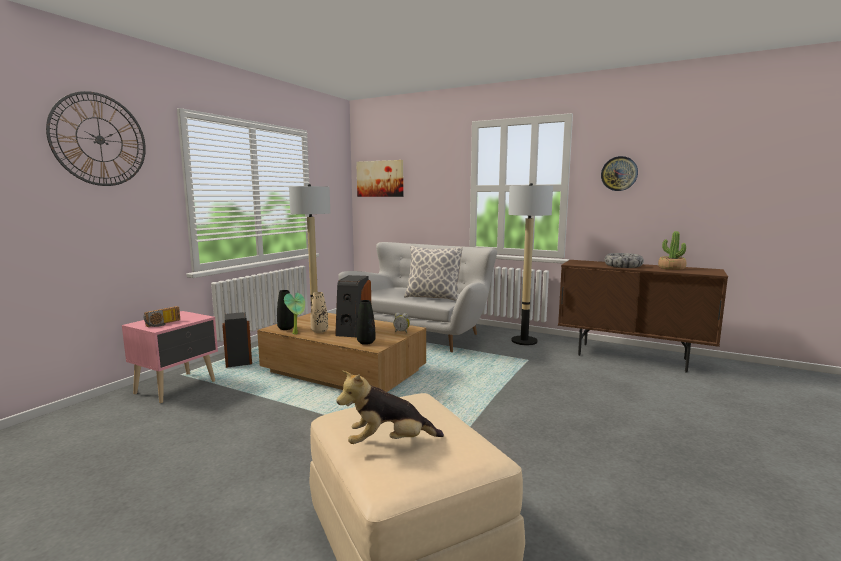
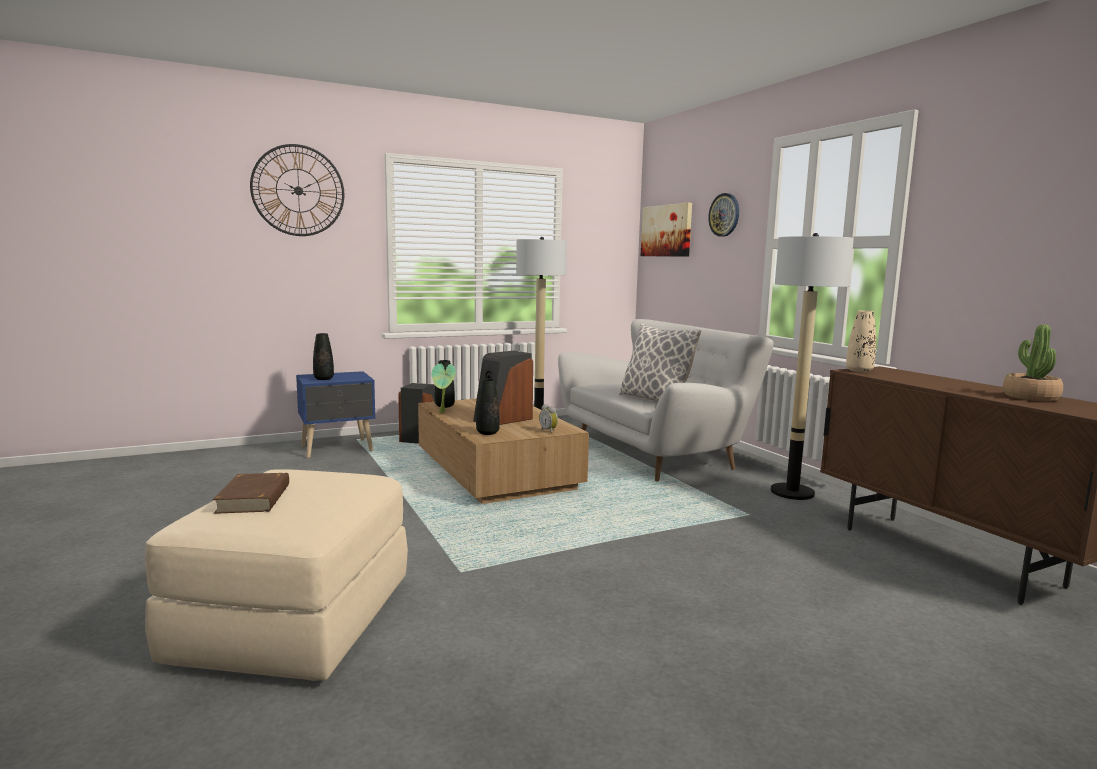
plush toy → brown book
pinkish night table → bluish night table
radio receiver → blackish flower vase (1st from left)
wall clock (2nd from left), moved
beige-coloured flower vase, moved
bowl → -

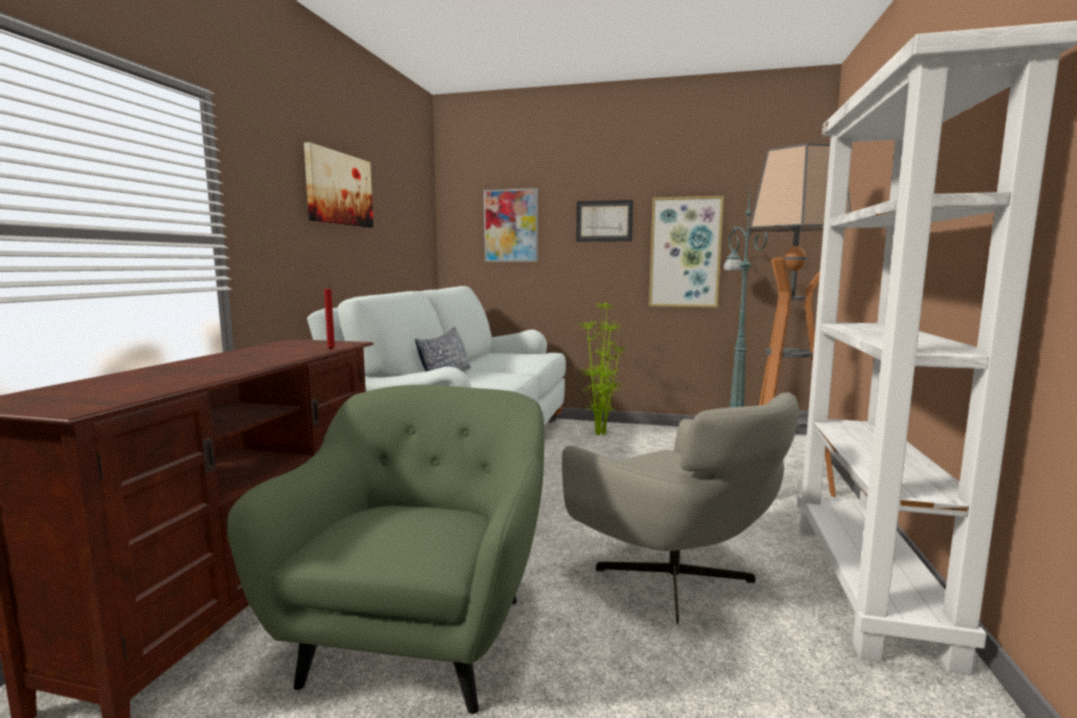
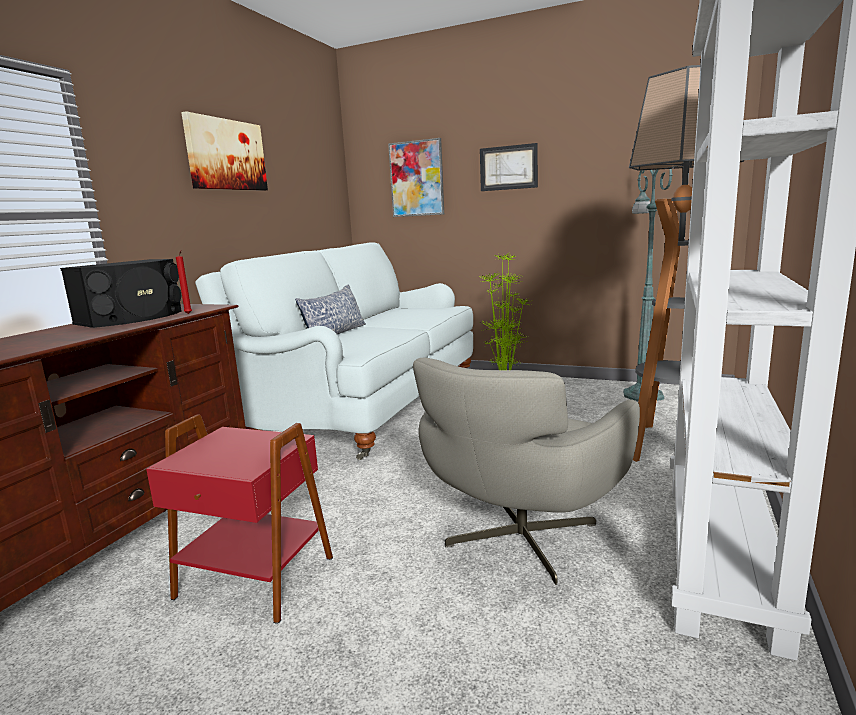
- → blackish loudspeaker
greenish lounge chair → reddish side table
greyish lounge chair, 60 degrees clockwise
wall picture (4th from left) → -

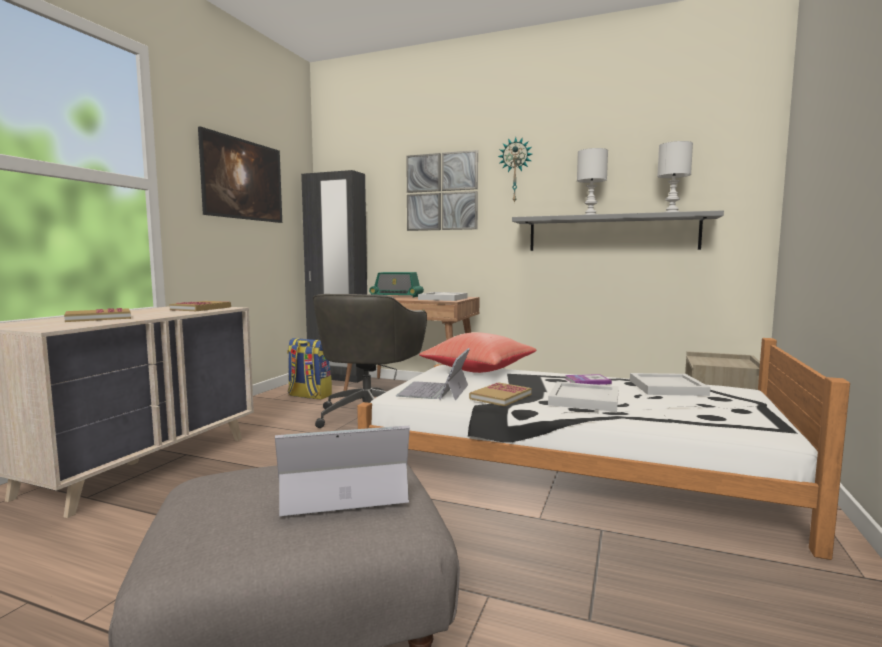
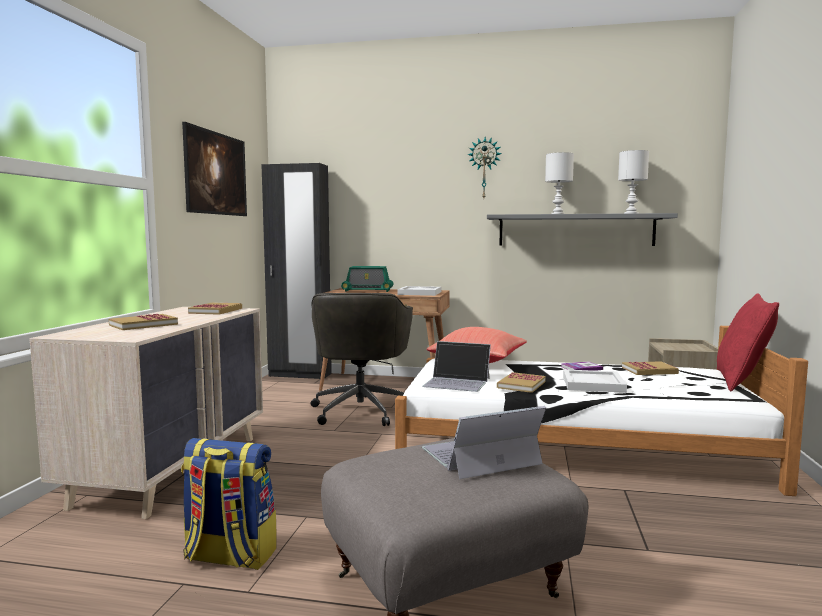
rucksack, moved
laptop (2nd from left in the first image) → laptop (1st from left), 75 degrees counterclockwise
white carrying tray (3rd from left) → book (5th from left)
- → reddish pillow (2nd from left)
wall picture (2nd from left) → -

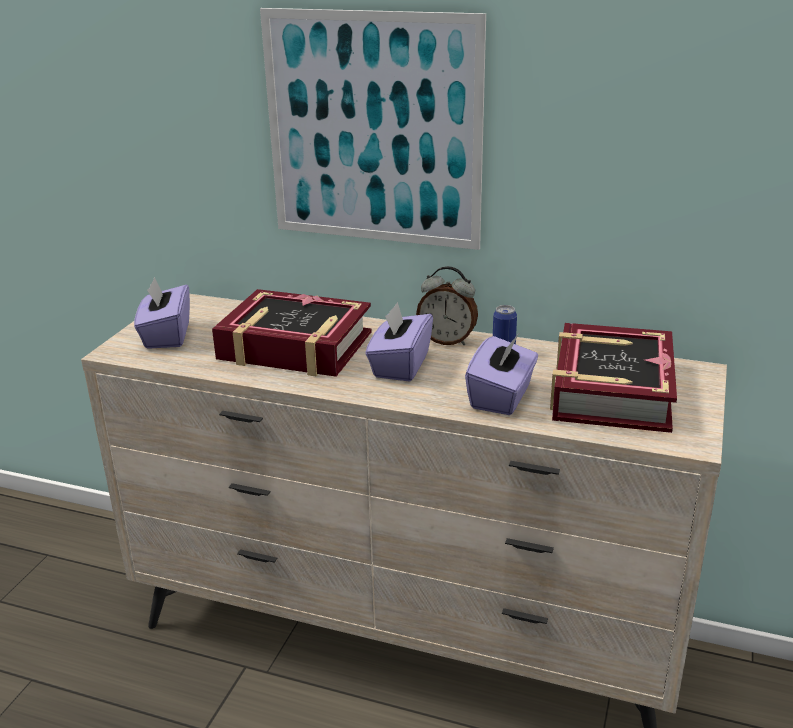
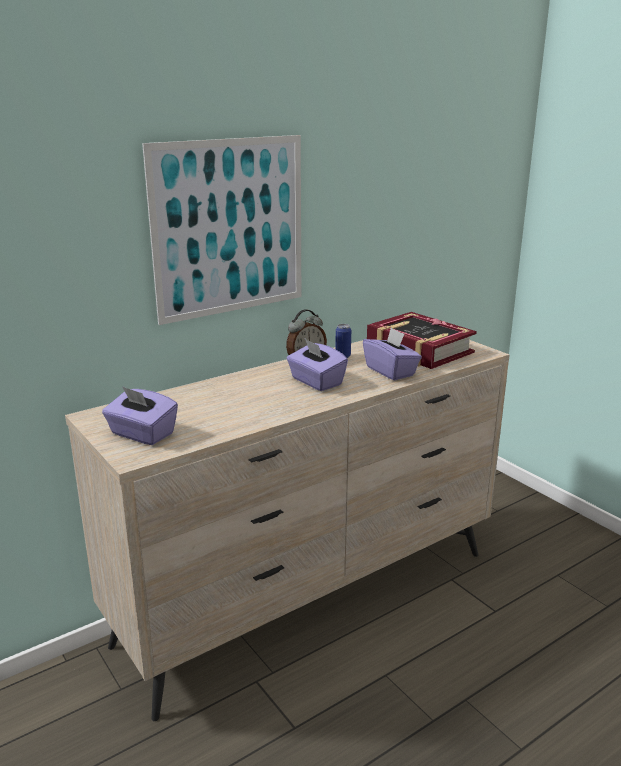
book (1st from left) → -

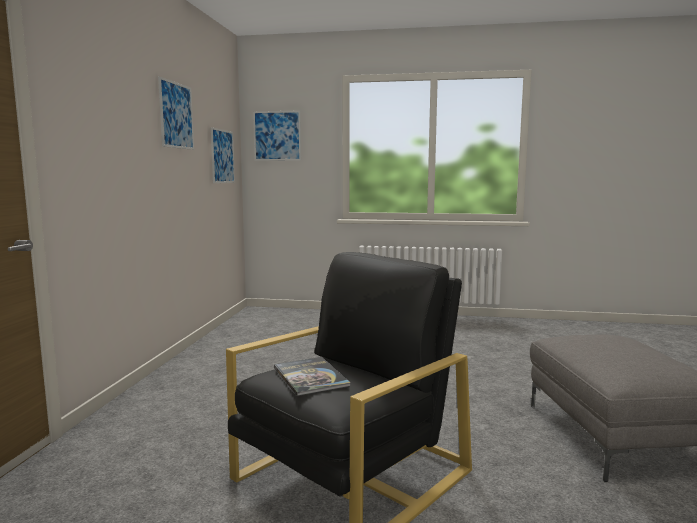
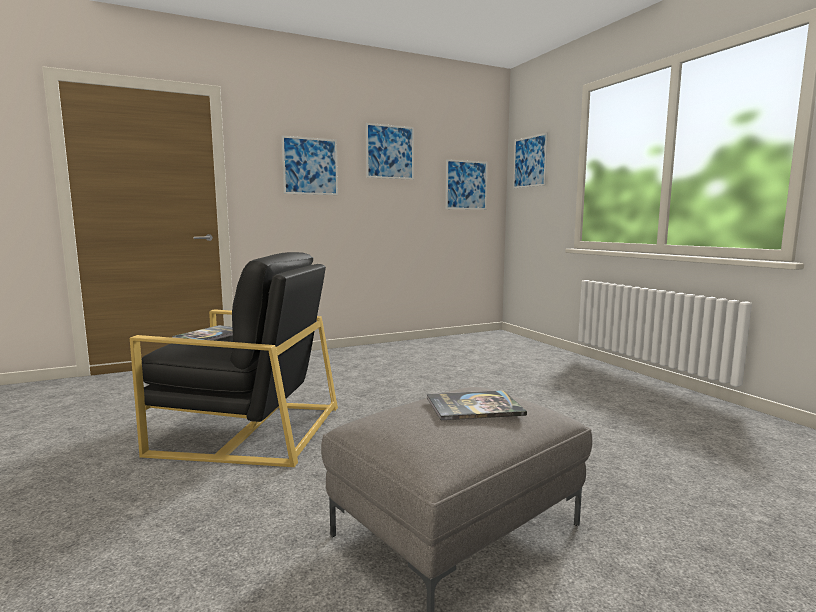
- → wall picture (1st from left)
- → book (2nd from left)

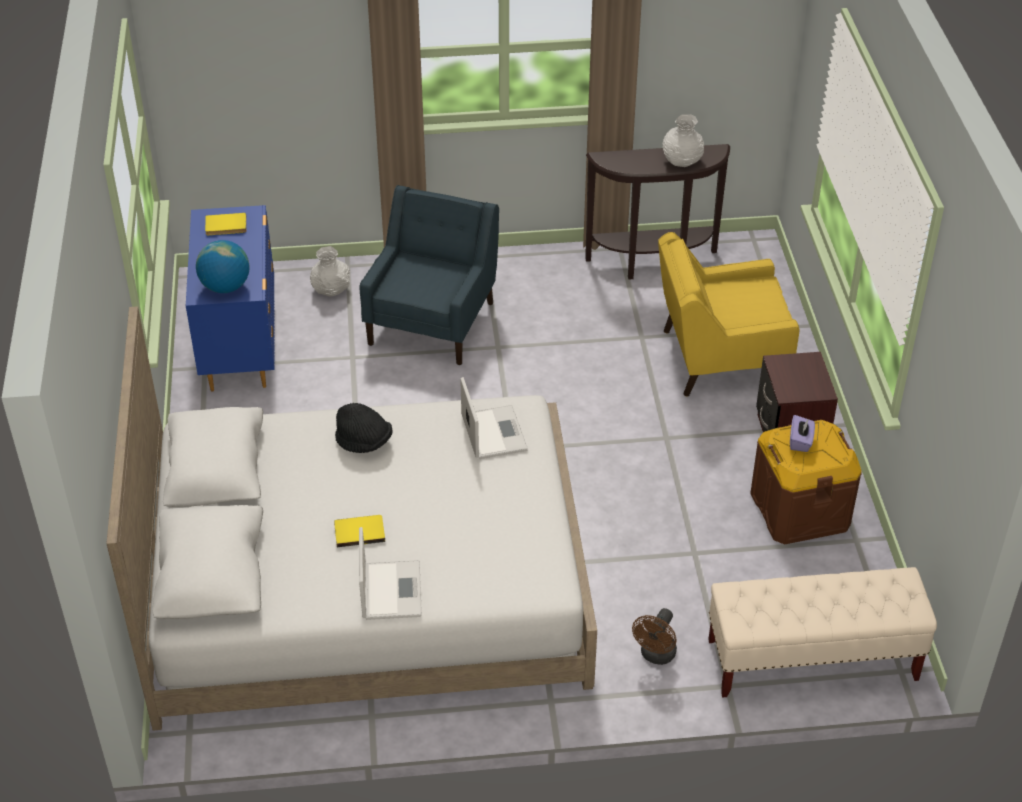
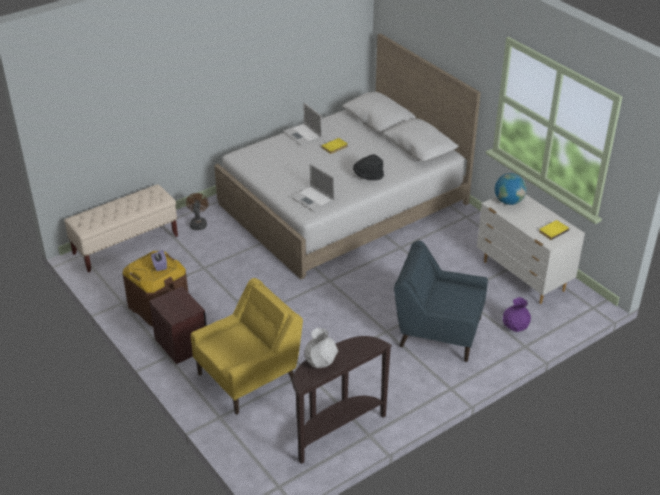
bluish lounge chair, 120 degrees clockwise
bluish chest of drawers → white chest of drawers
white flower vase (1st from left) → purplish flower vase

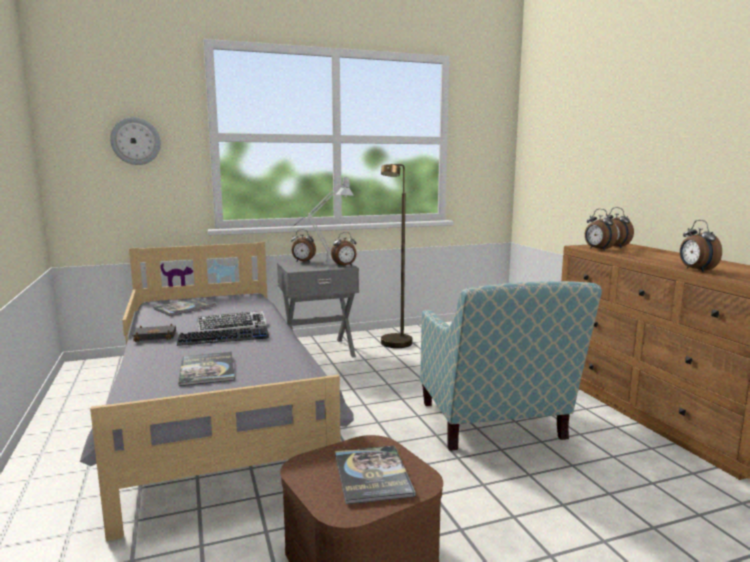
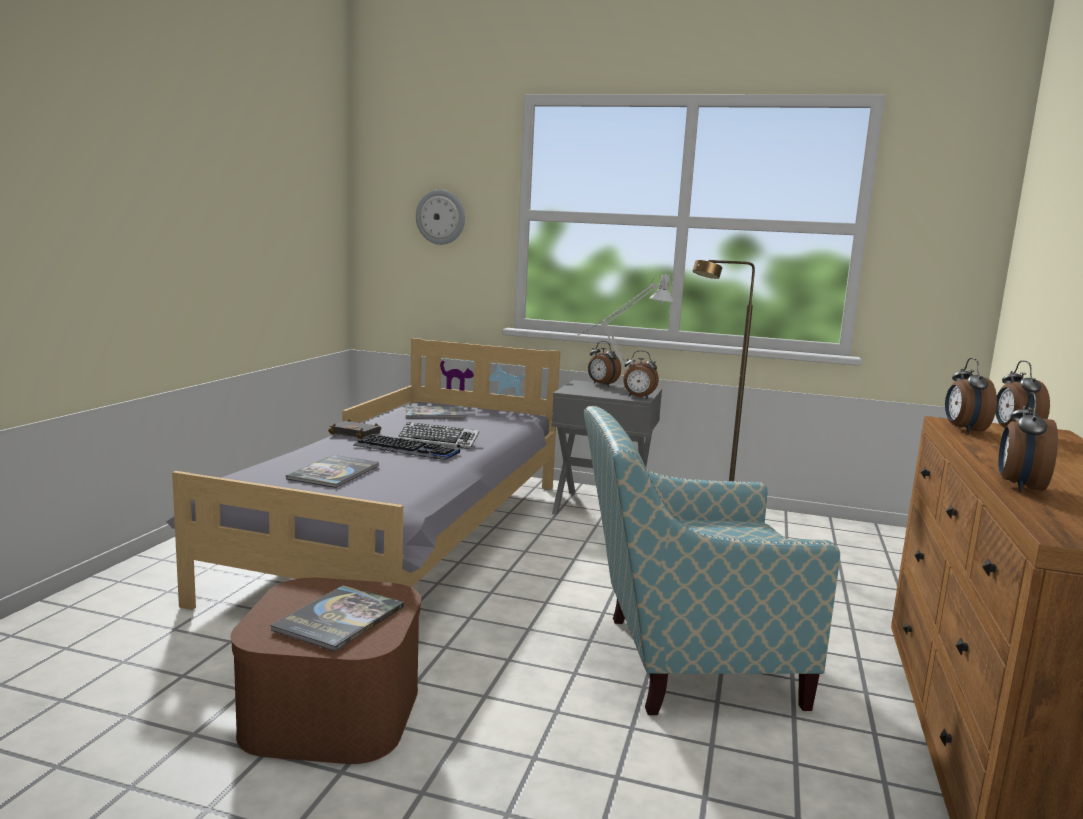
lounge chair, 60 degrees clockwise

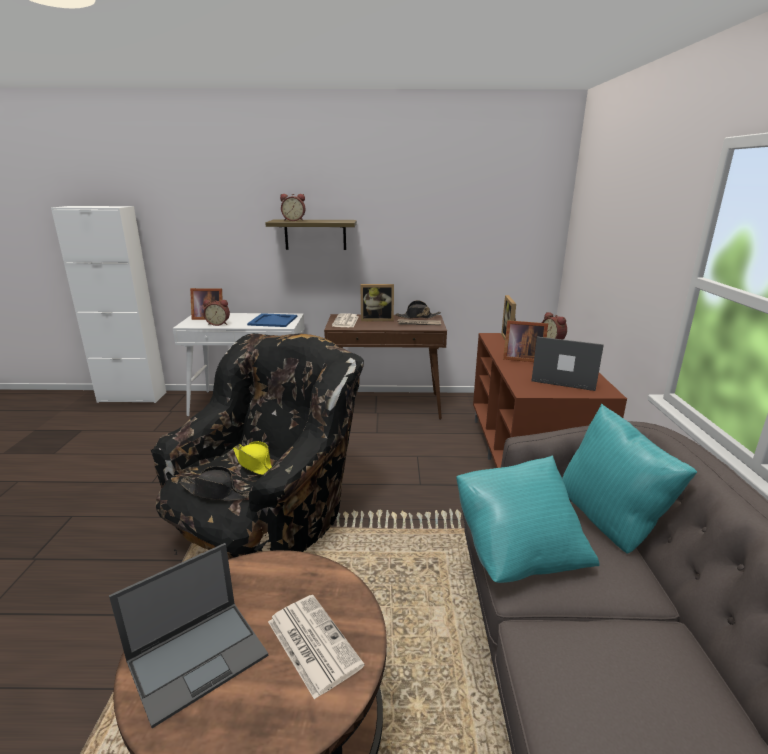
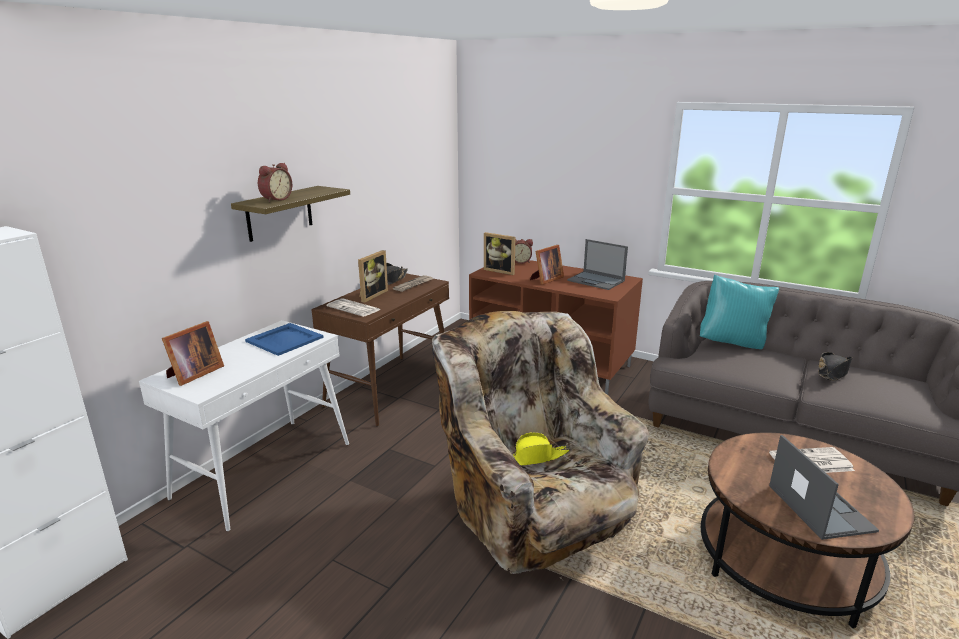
blackish lounge chair → beige-coloured lounge chair
laptop (2nd from left in the first image) → laptop (1st from left), 105 degrees counterclockwise
blackish clothing hat (1st from left in the first image) → blackish clothing hat (2nd from left), moved
bedside clock (1st from left) → -
turquoise-coloured pillow (1st from left) → -

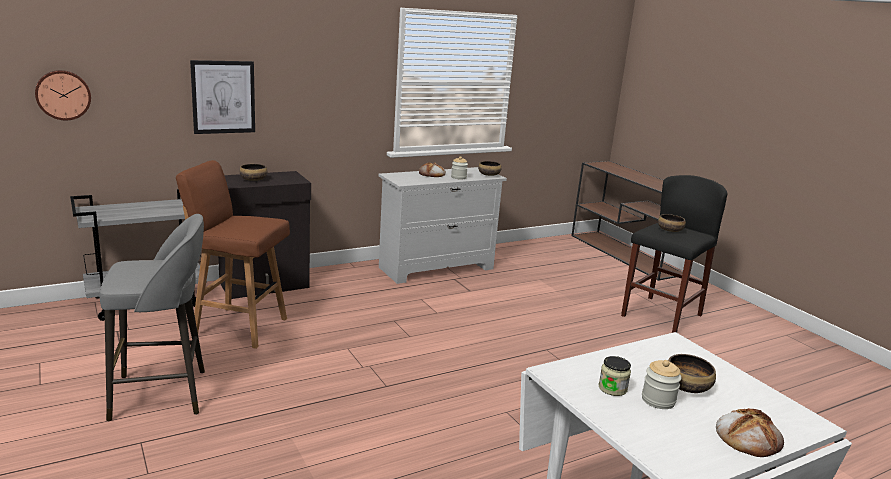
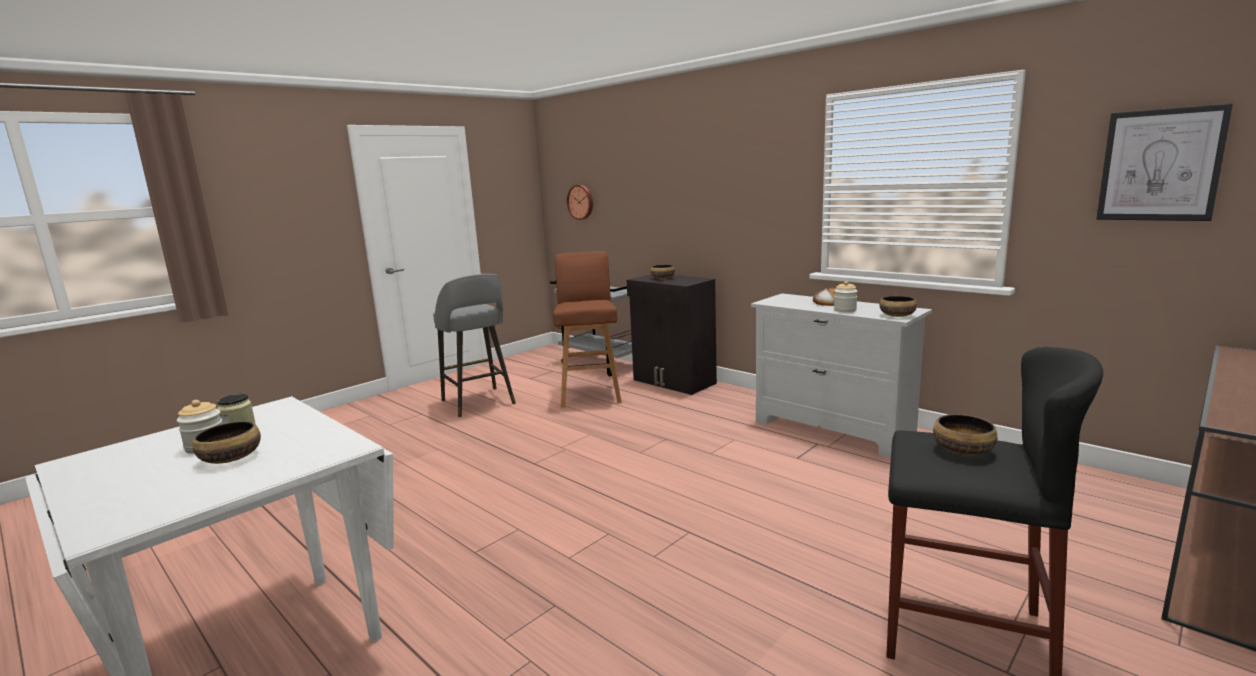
wall picture, moved
bread (2nd from left) → -

